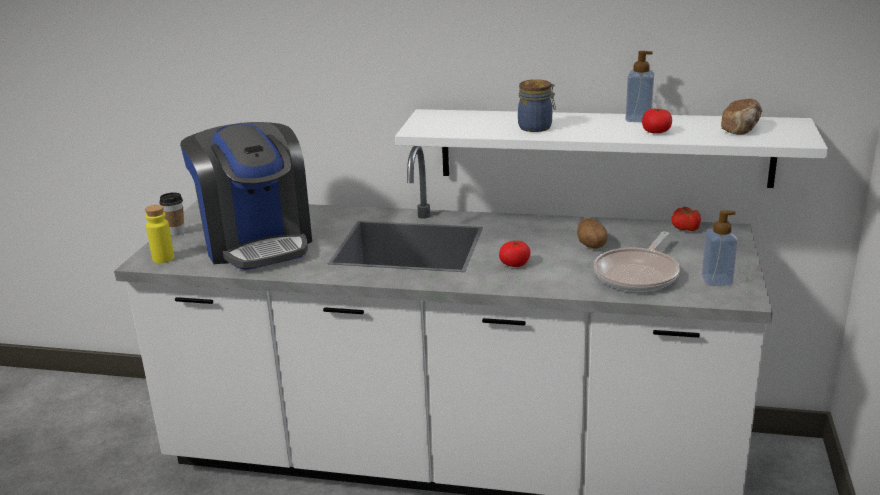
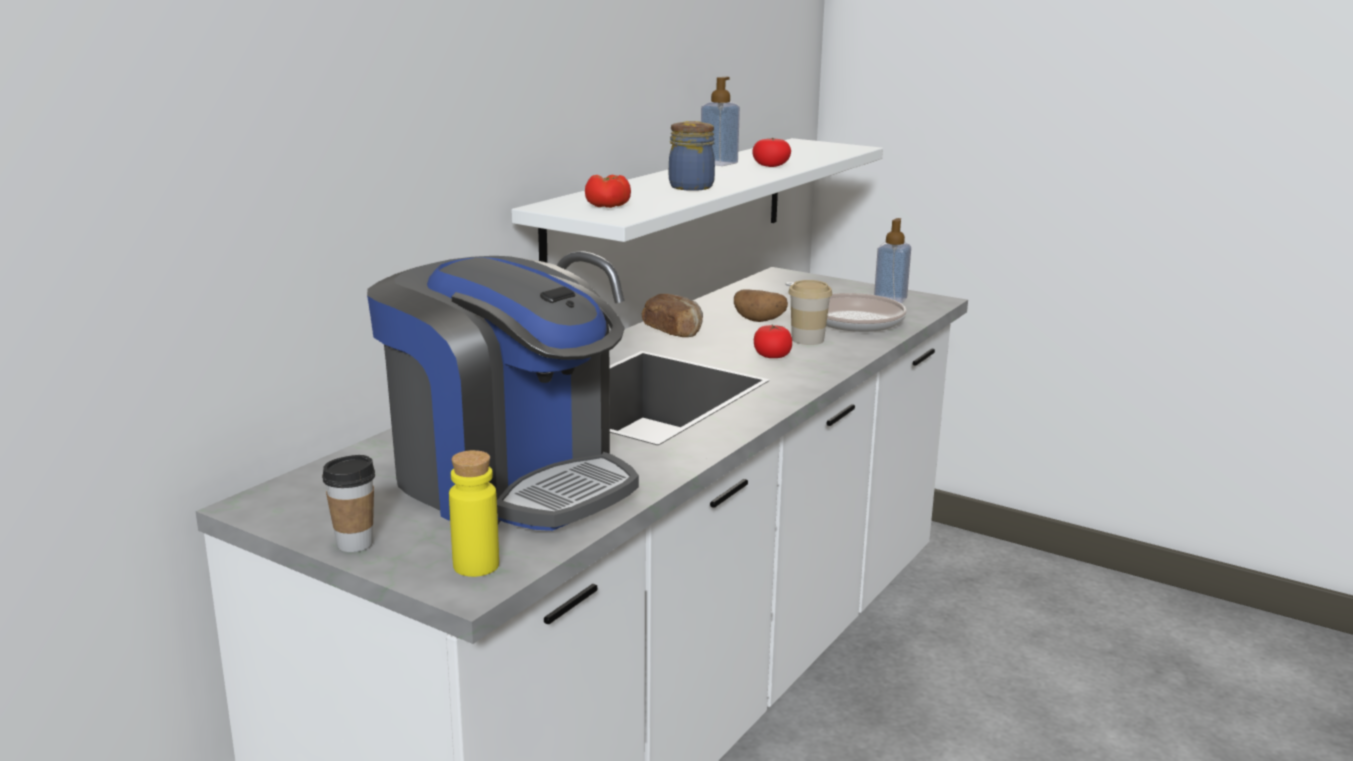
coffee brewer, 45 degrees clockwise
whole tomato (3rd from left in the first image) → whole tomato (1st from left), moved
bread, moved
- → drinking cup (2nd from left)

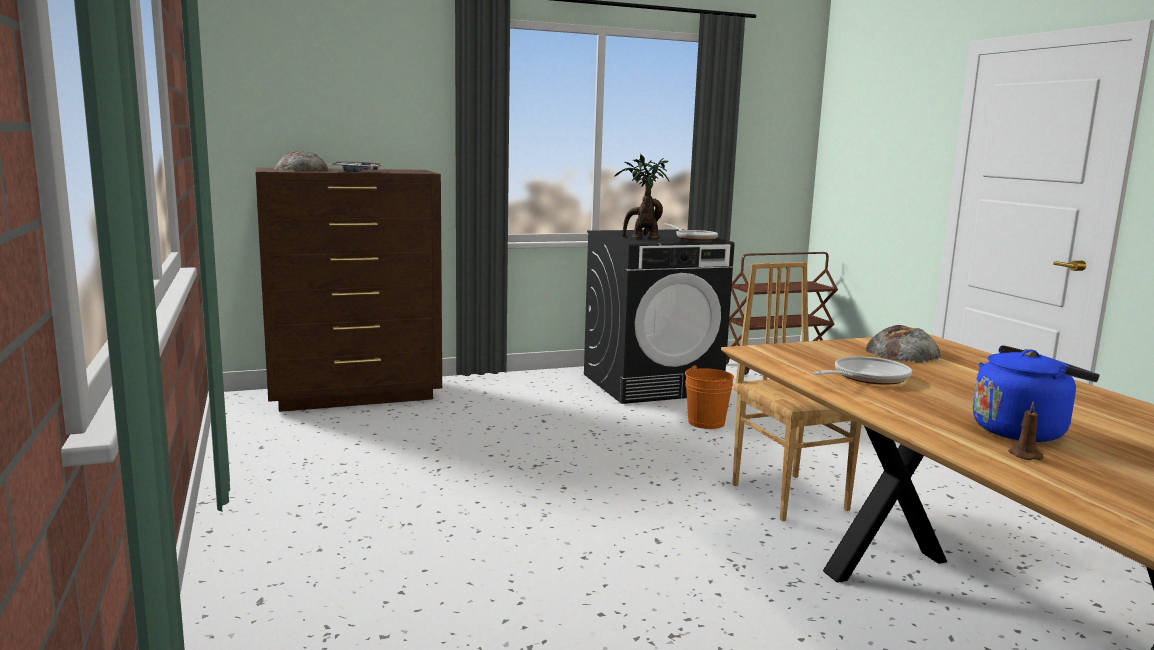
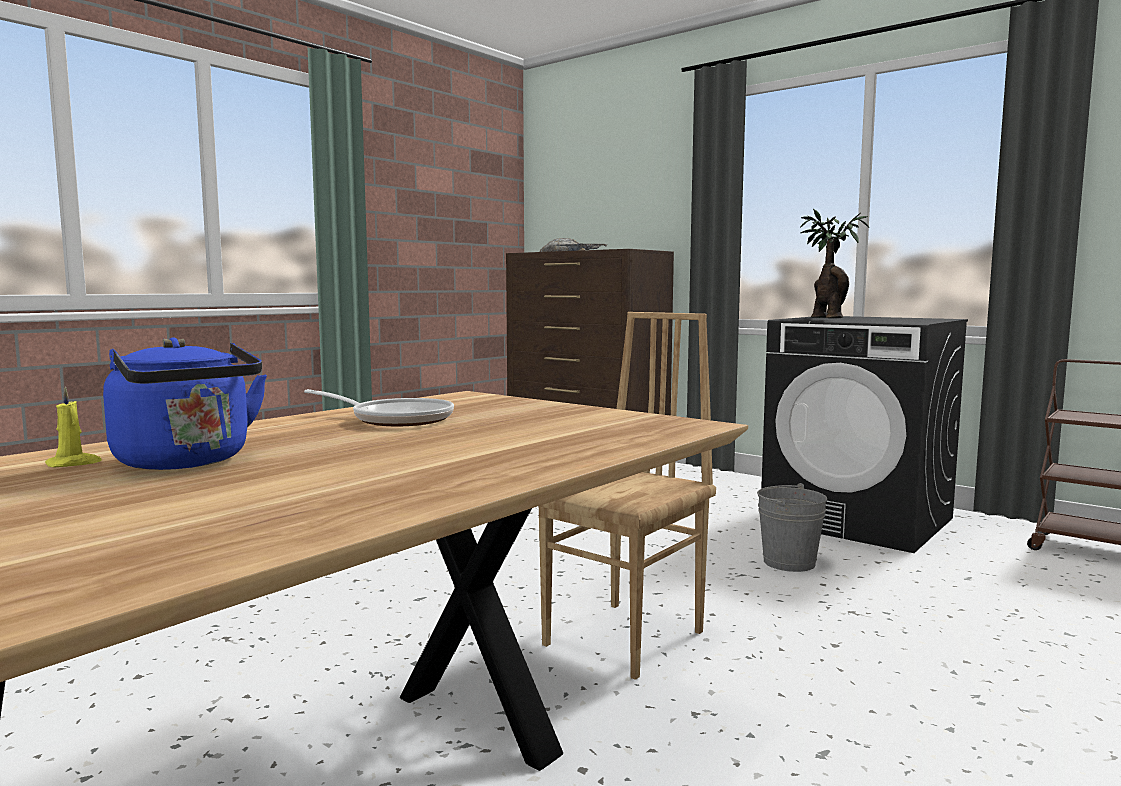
brown candle → yellowish candle
orangey water bucket → greyish water bucket
skillet (1st from left) → -
bread (2nd from left) → -

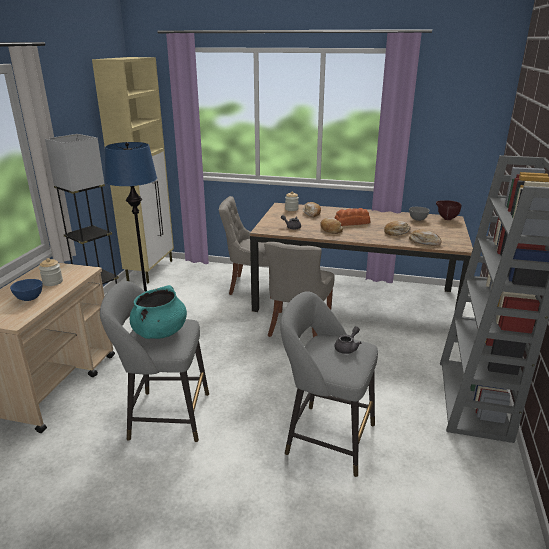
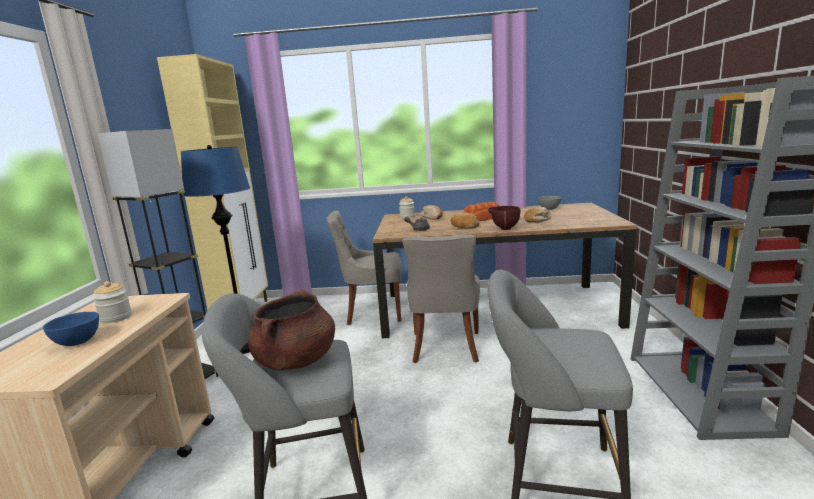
turquoise-coloured saucepot → brown saucepot
brown bowl, moved
greyish tea pot (2nd from left) → -
bread (5th from left) → -

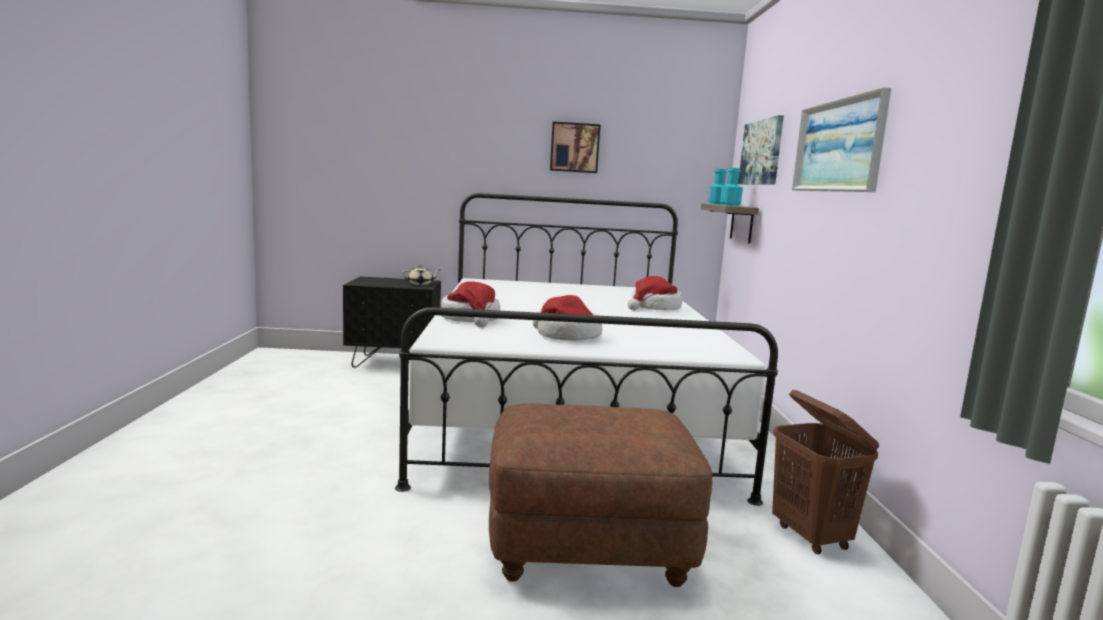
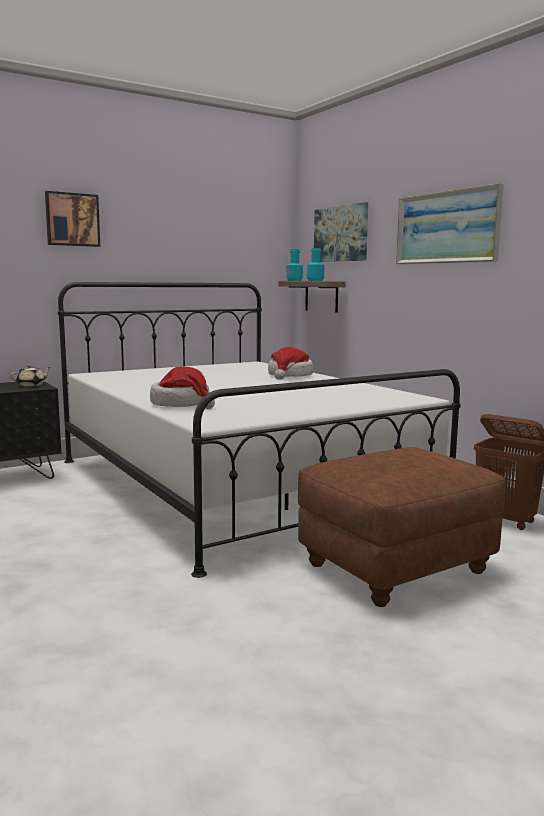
wall picture (1st from left), moved
clothing hat (2nd from left) → -

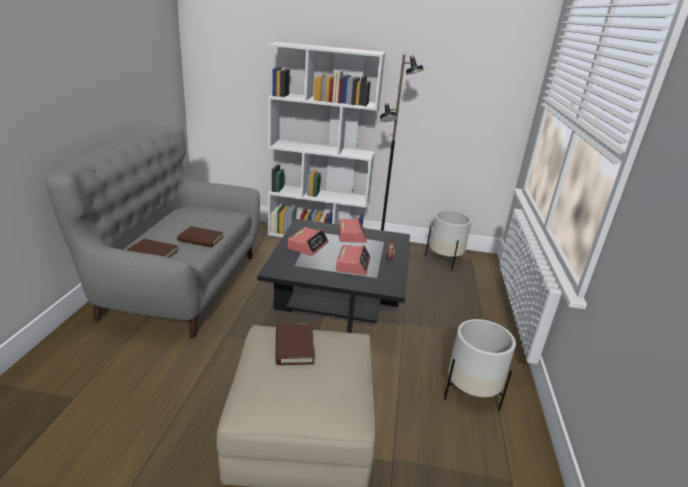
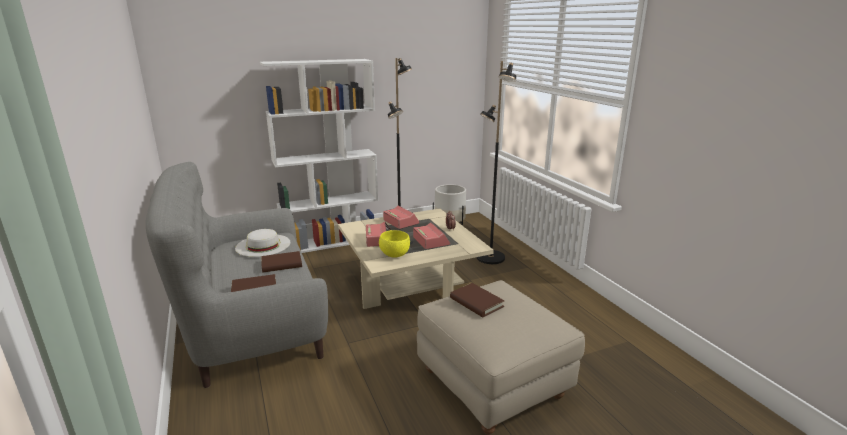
- → white clothing hat
blackish coffee table → beige-coloured coffee table
- → yellowish bowl
- → blackish standard lamp (2nd from left)
white flower pot (2nd from left) → -

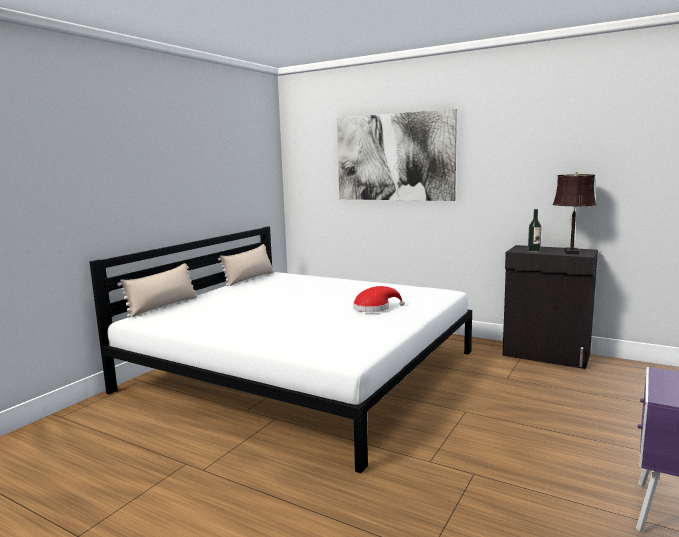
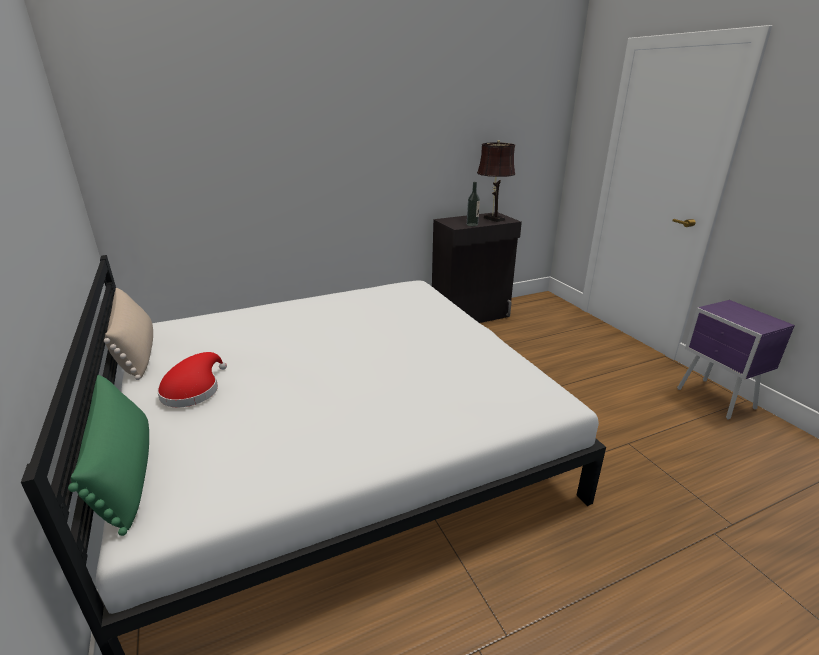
beige-coloured pillow (1st from left) → greenish pillow
reddish clothing hat, moved
wall picture → -

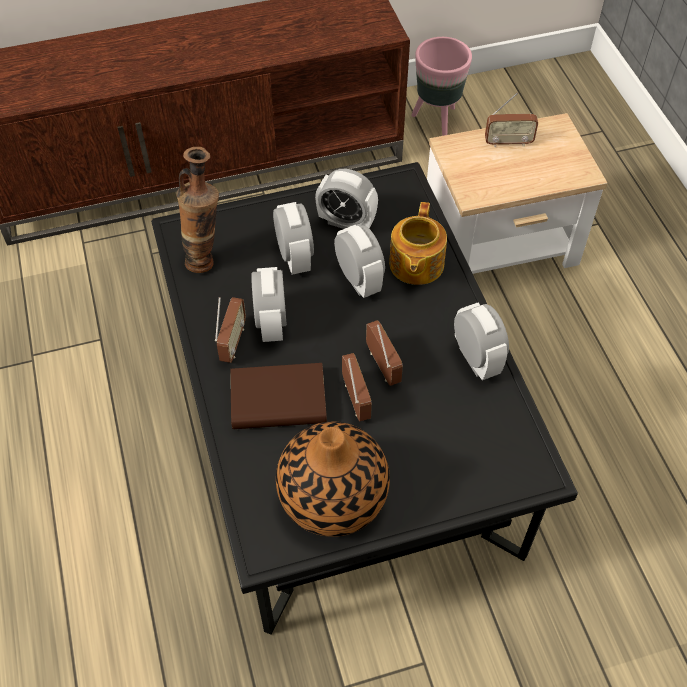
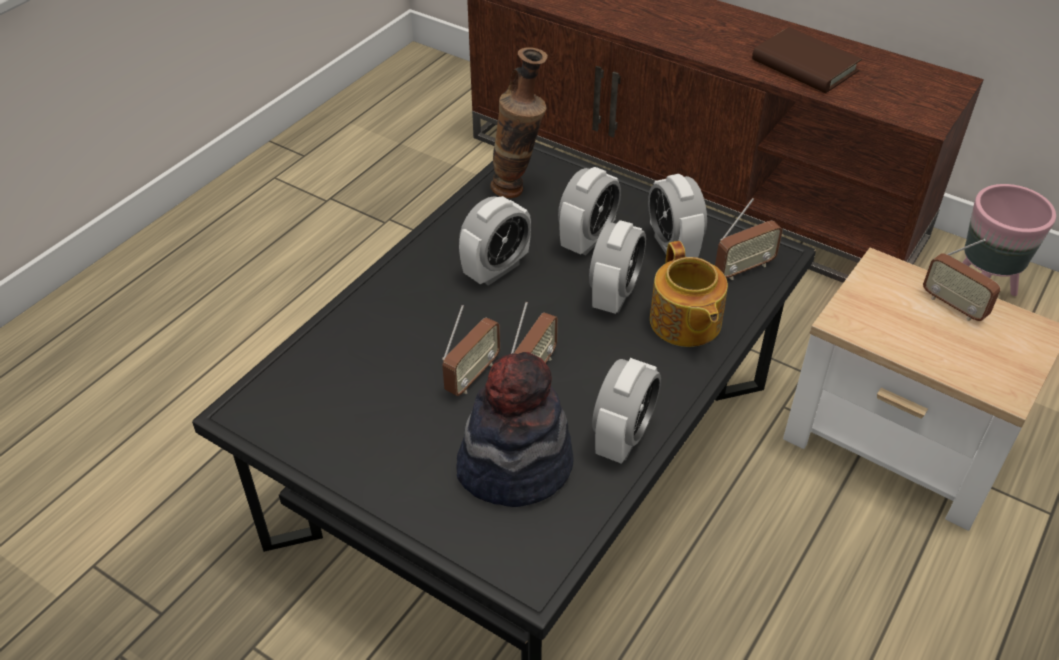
- → clothing hat
tea pot, 75 degrees counterclockwise
radio receiver (1st from left in the first image) → radio receiver (3rd from left), moved
brown book, moved
flower vase (2nd from left) → -

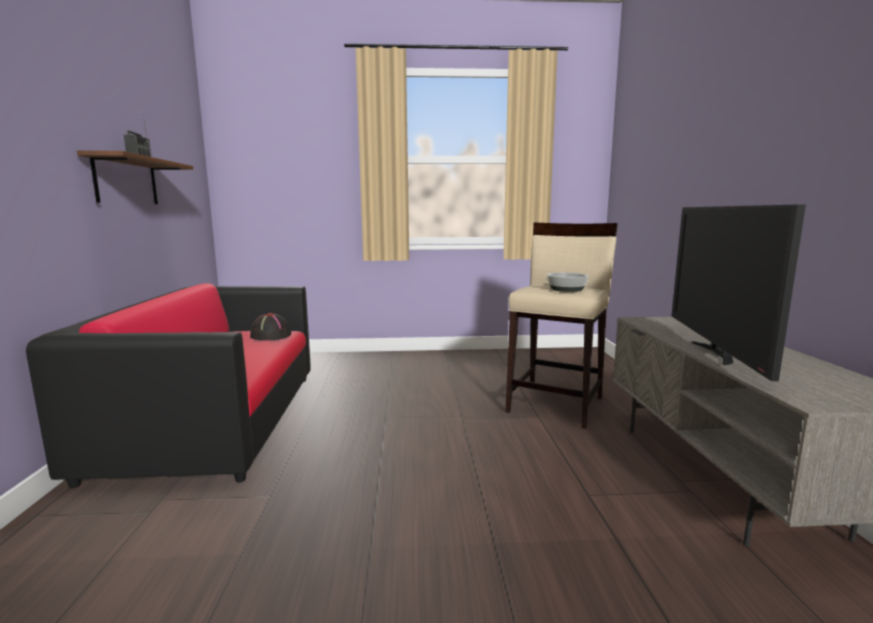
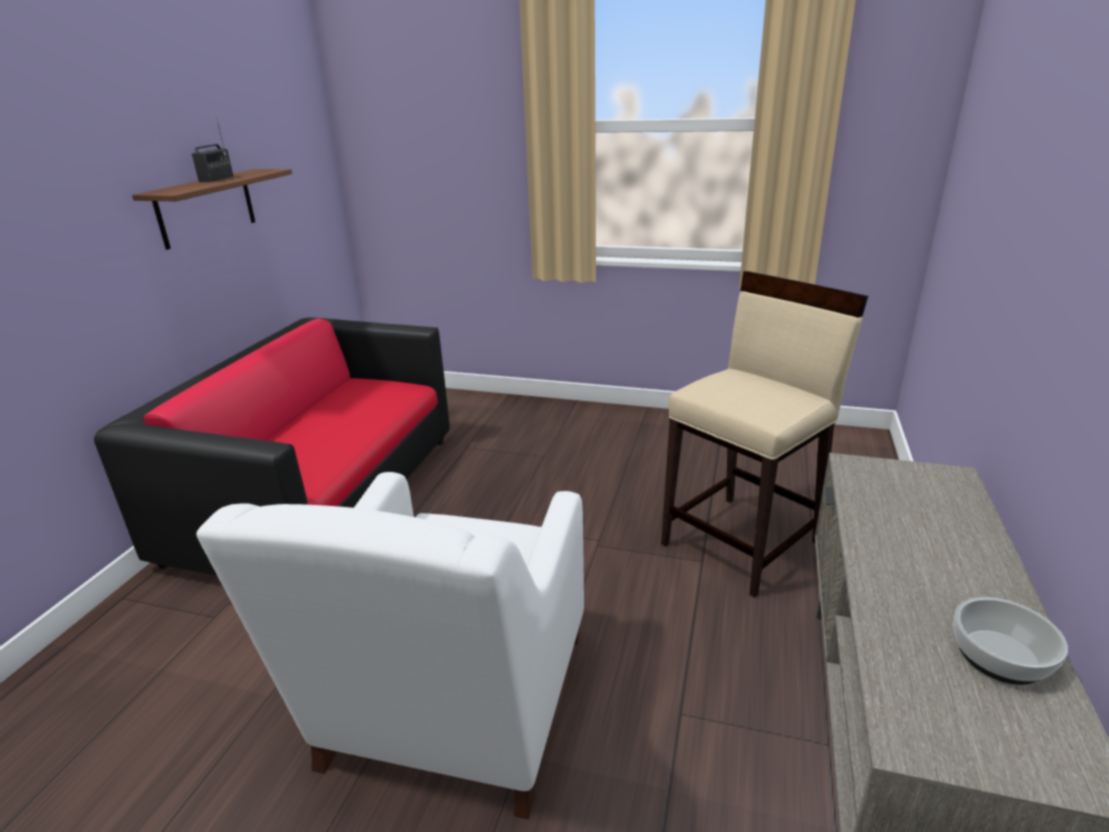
- → white lounge chair
bowl, moved
blackish clothing hat → -
TV → -

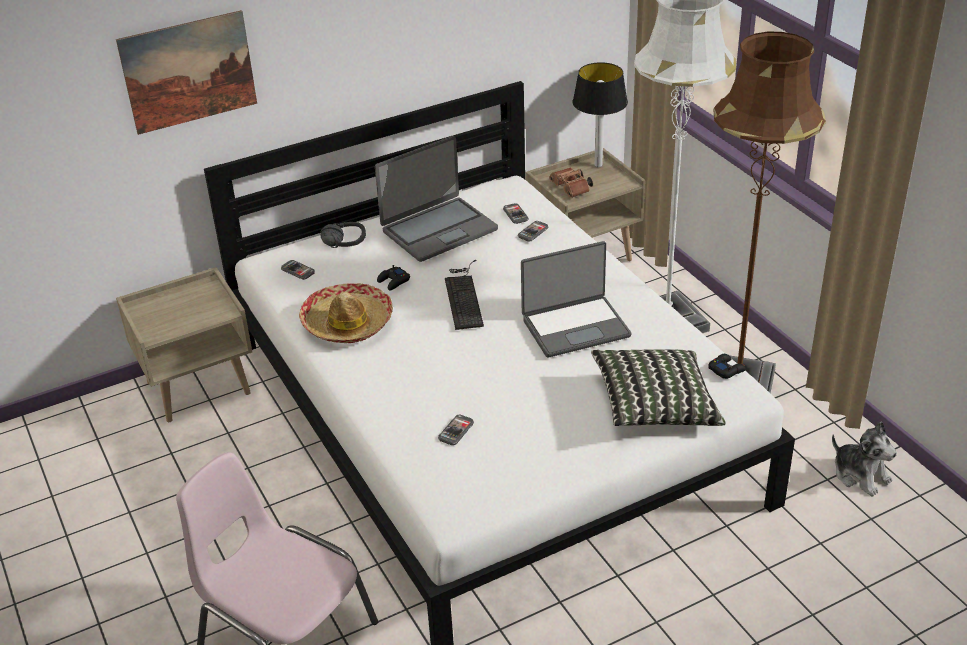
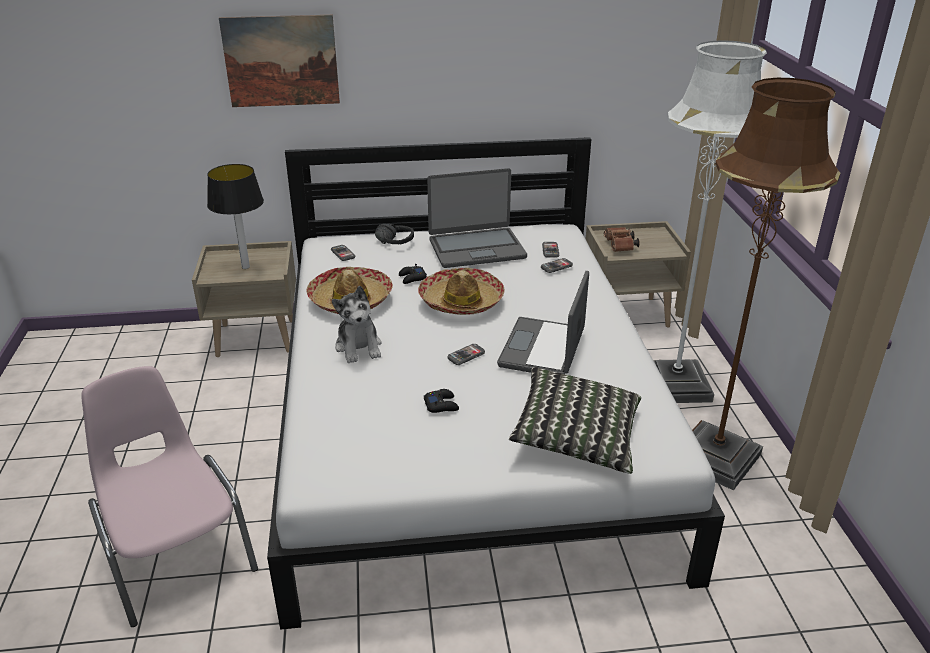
table lamp, moved
plush toy, moved
PC keyboard → clothing hat (2nd from left)
blackish gamepad (2nd from left), moved
telephone (2nd from left), moved
laptop (2nd from left), 105 degrees clockwise

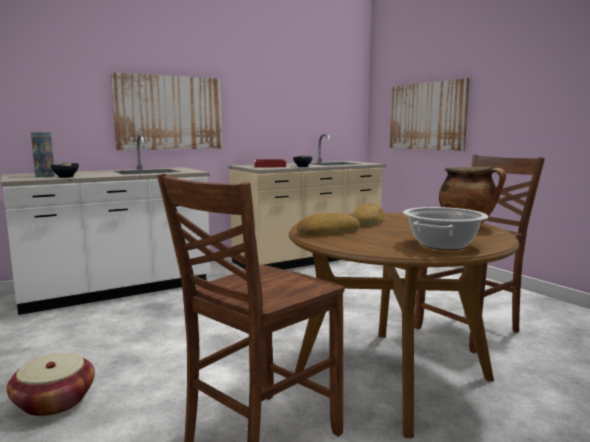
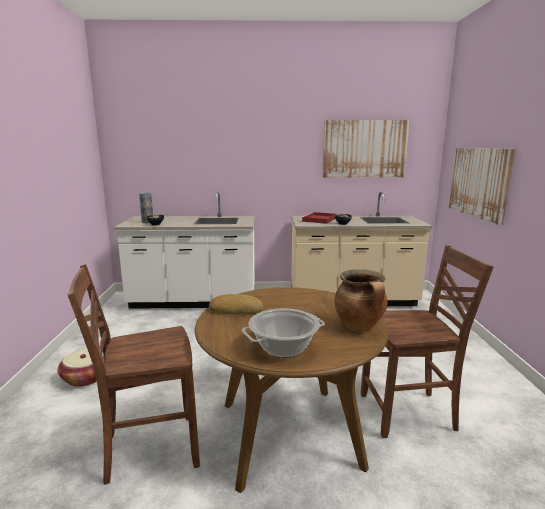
wall picture (1st from left), moved
bread (2nd from left) → -

